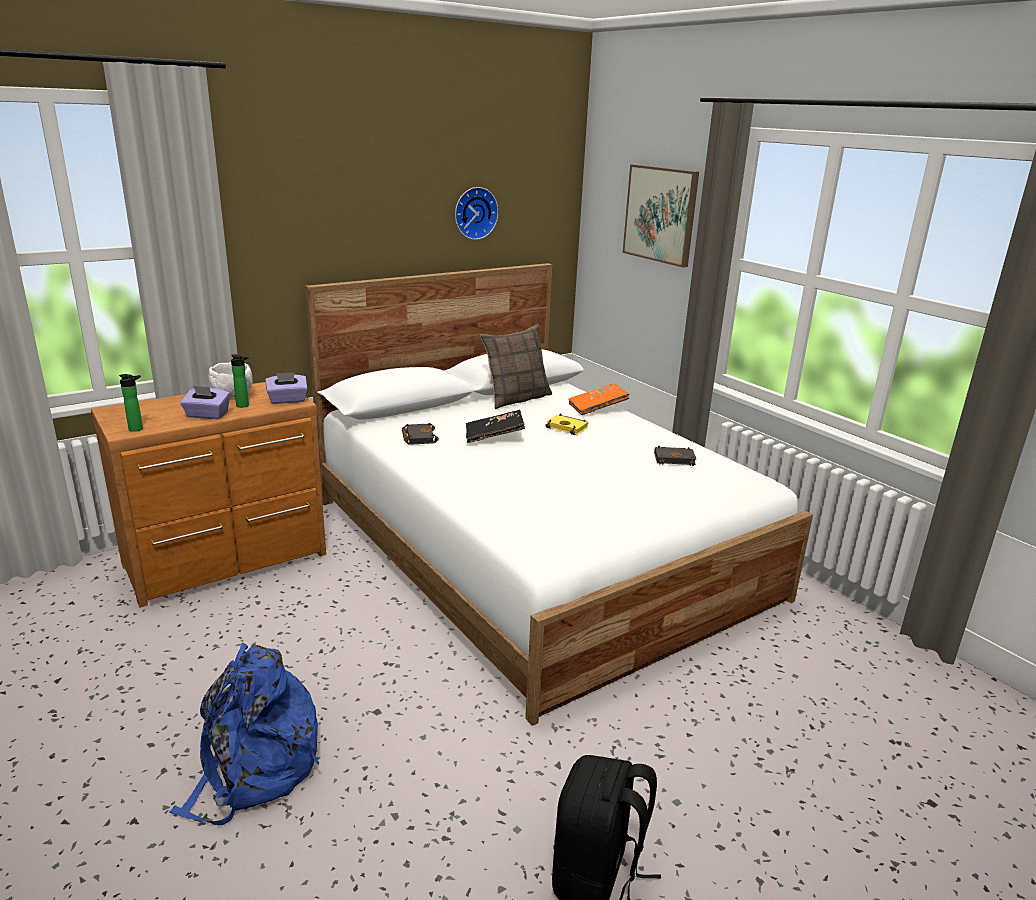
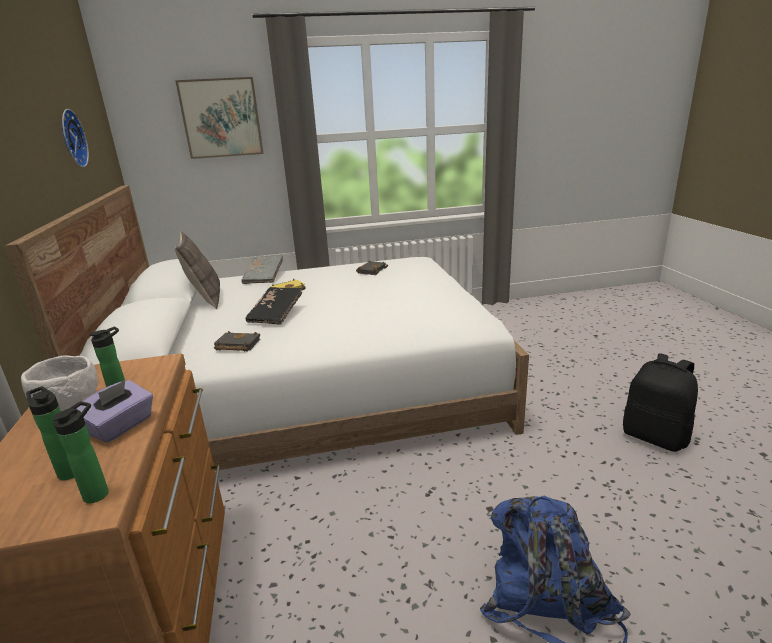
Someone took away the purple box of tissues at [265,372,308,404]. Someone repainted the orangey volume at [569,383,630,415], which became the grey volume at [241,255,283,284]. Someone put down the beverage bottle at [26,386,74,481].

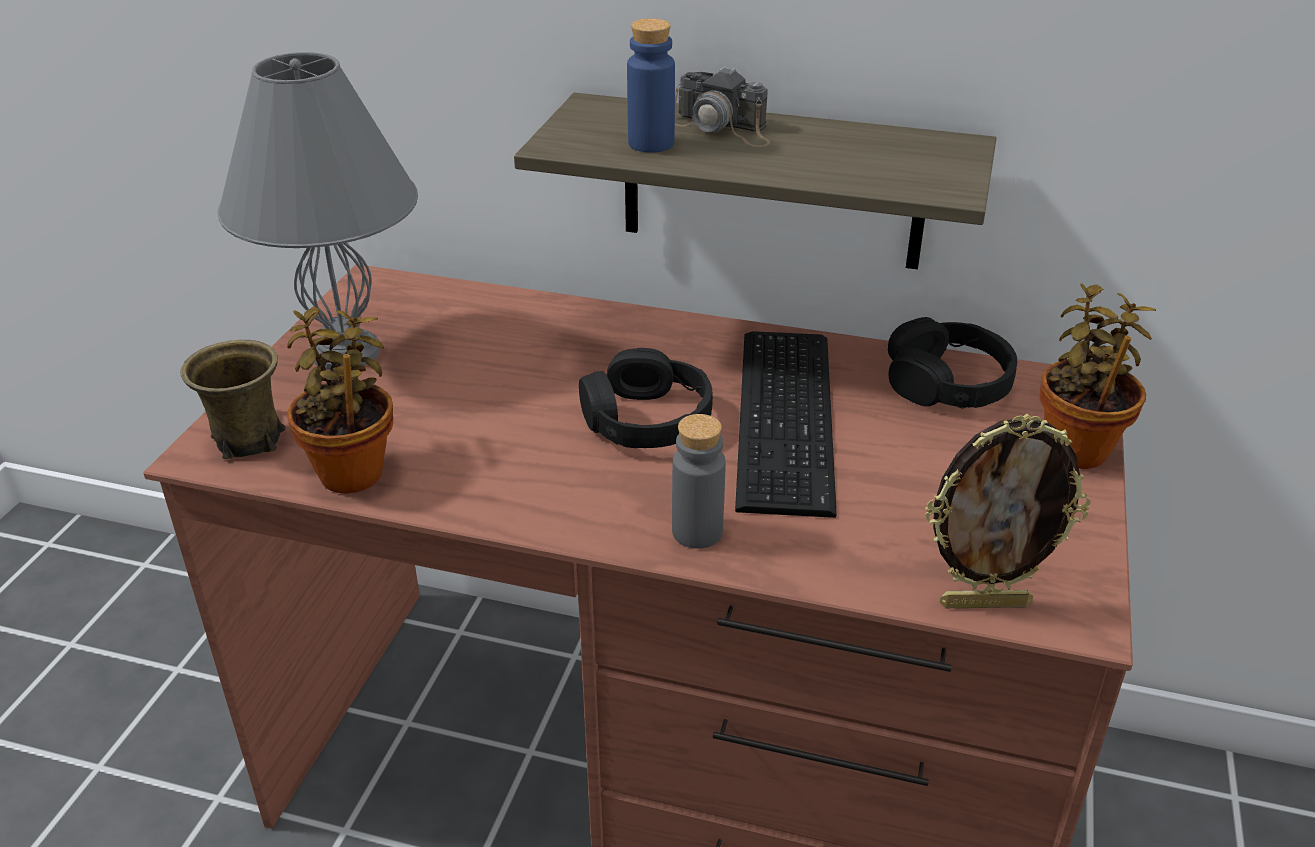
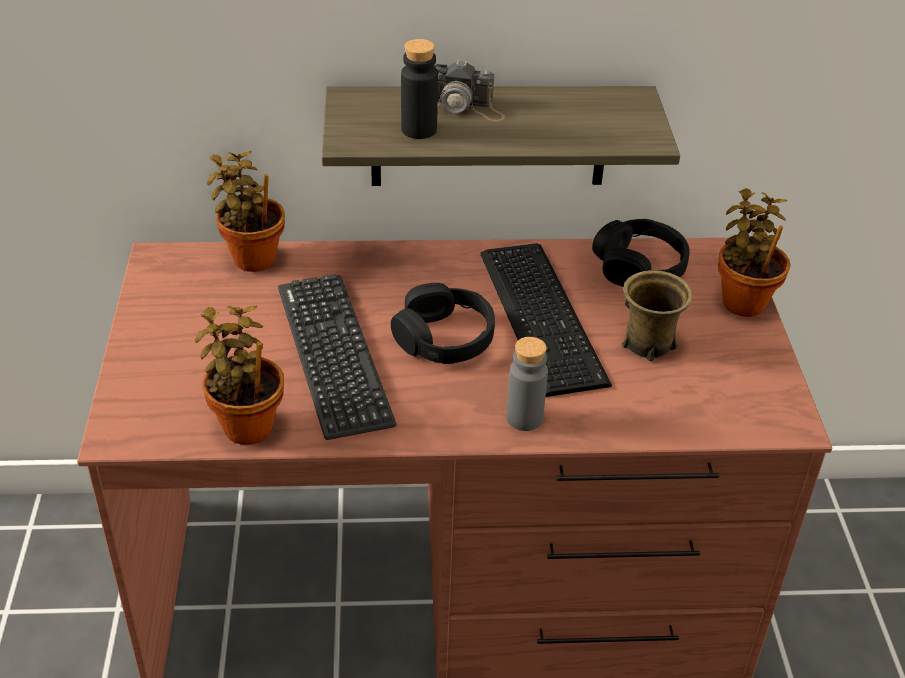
Someone repainted the blue-coloured beverage bottle at [627,18,675,153], which became the black beverage bottle at [401,39,438,139]. Someone took away the grey tabletop lamp at [217,52,418,370]. Someone carried the brown-coloured mug from [180,340,286,459] to [621,270,693,361]. Someone took away the standing frame at [925,414,1091,608]. Someone put down the potted plant at [207,151,285,272]. Someone put down the computer keyboard at [278,274,396,440].

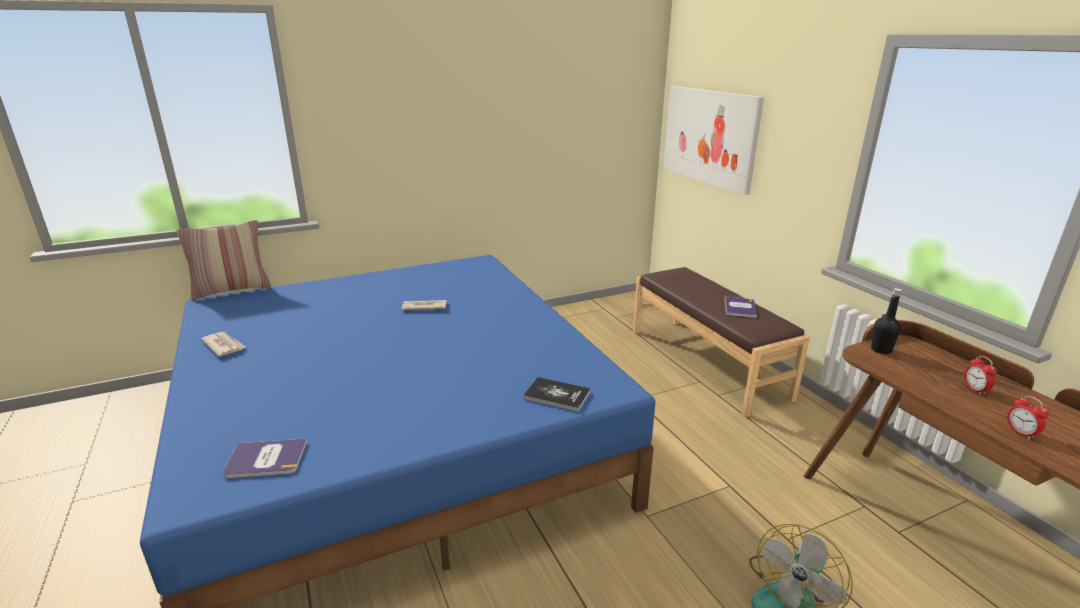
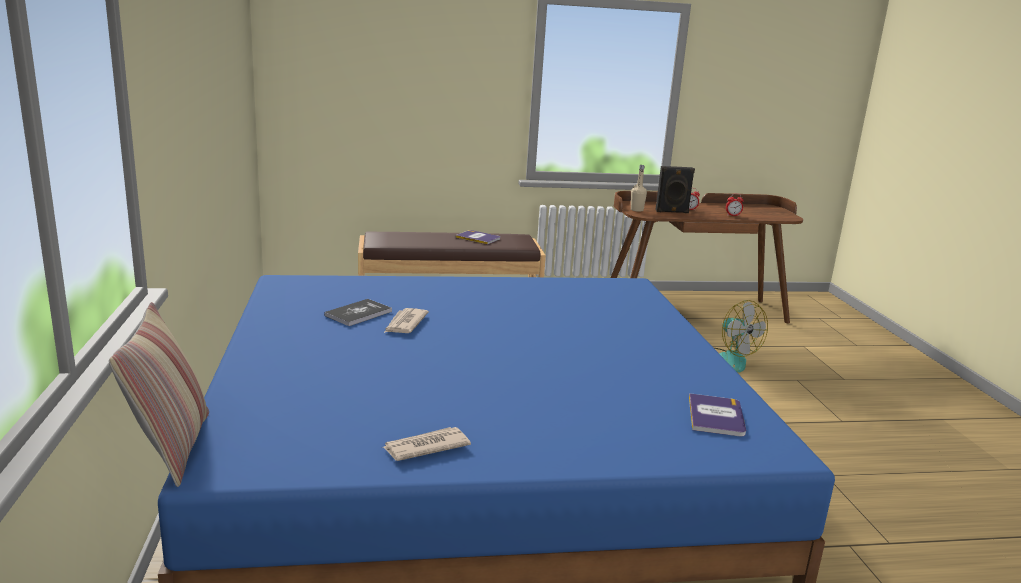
Someone took away the wall art at [663,86,764,195]. Someone repainted the black beverage bottle at [871,288,902,354], which became the beige-coloured beverage bottle at [631,165,647,212]. Someone carried the volume from [523,377,591,412] to [324,299,392,326]. Someone put down the black loudspeaker at [655,166,695,213].

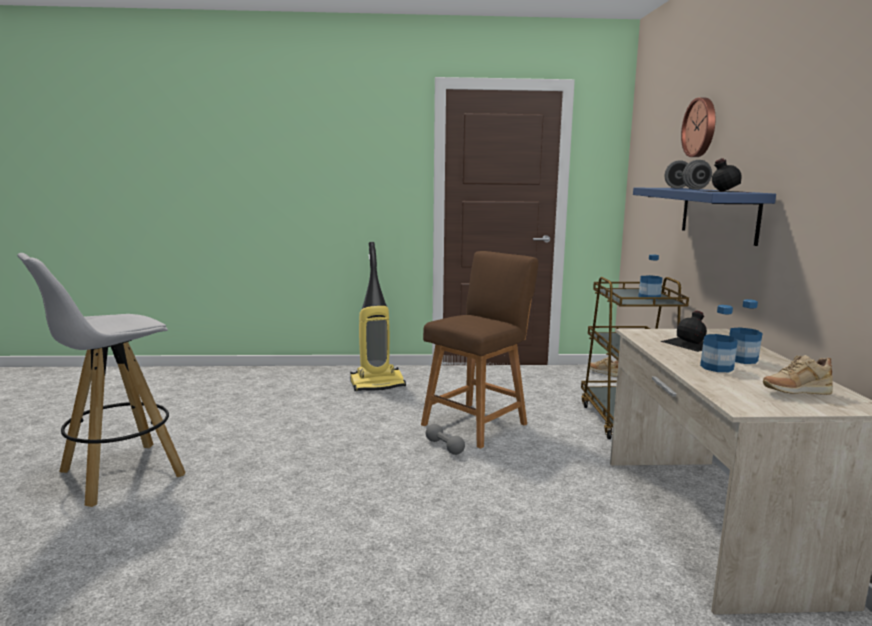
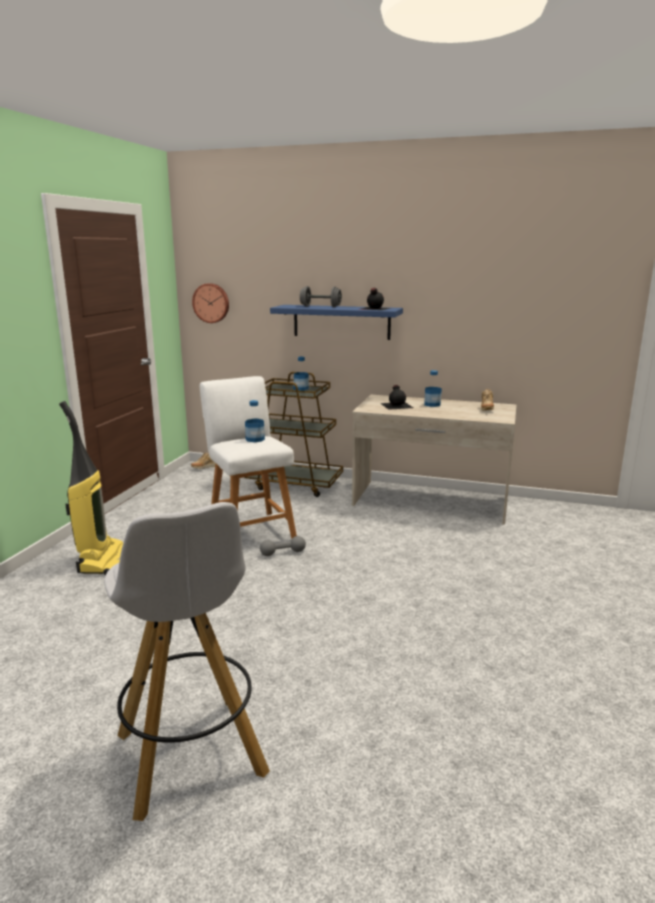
Someone carried the hanging clock from [681,97,715,157] to [192,283,229,323]. Someone repainted the brown-coloured stool seat at [421,251,538,449], which became the white-coloured stool seat at [199,376,297,539]. Someone carried the beverage bottle from [700,305,738,372] to [245,400,265,442].

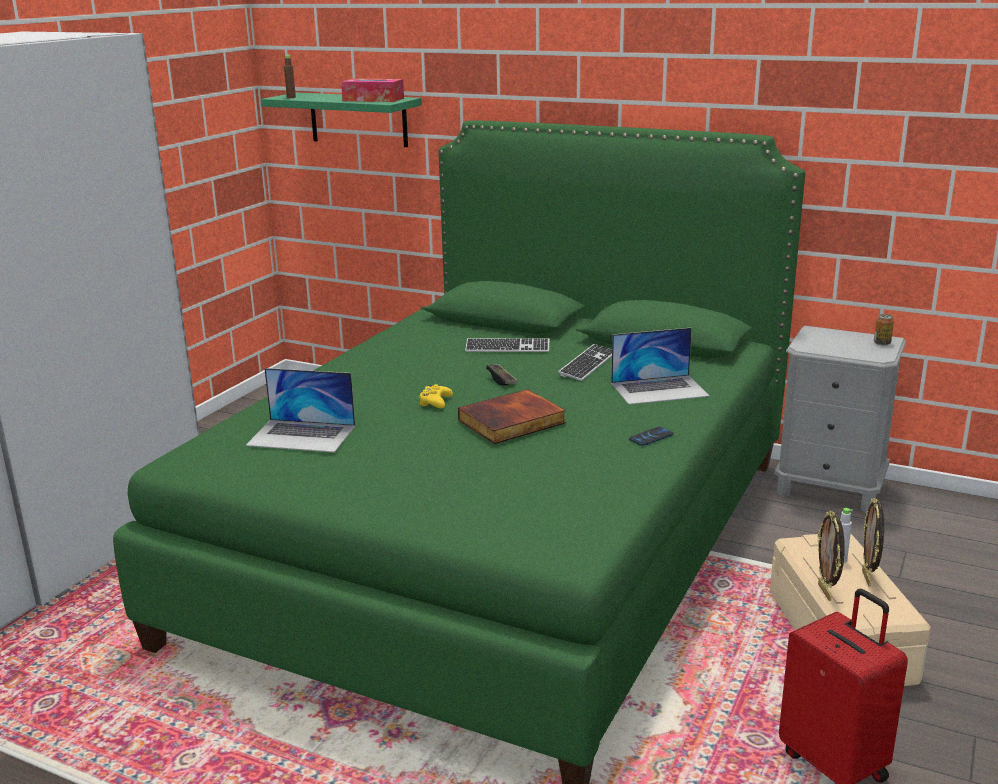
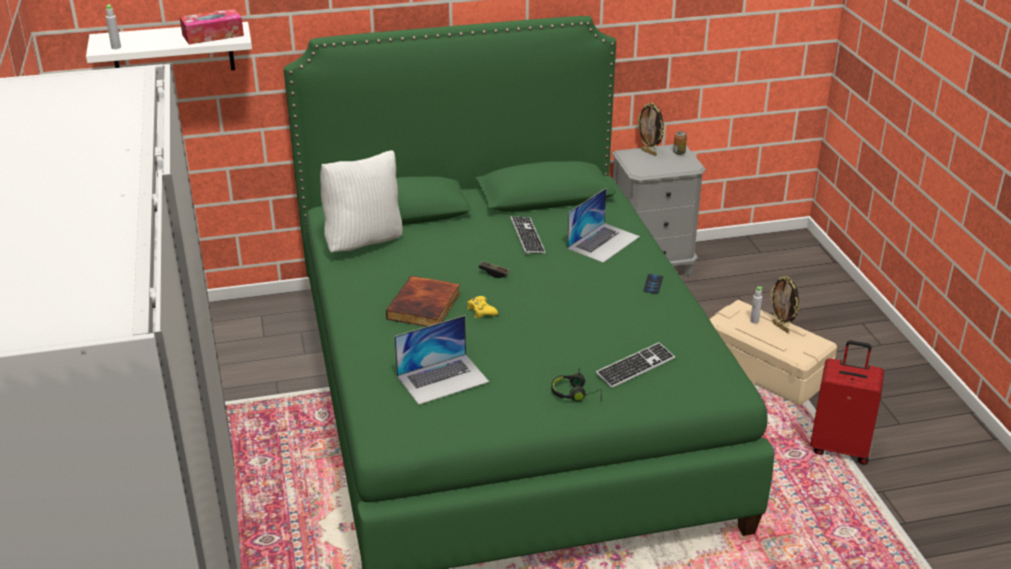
Someone repainted the brown-coloured beverage bottle at [284,55,296,98], which became the grey beverage bottle at [106,4,121,49]. Someone repainted the greenish wall shelf at [261,92,422,147], which became the white-coloured wall shelf at [86,22,252,70]. Someone carried the computer keyboard from [465,338,549,352] to [596,342,675,388]. Someone carried the volume from [458,389,566,444] to [386,276,460,327]. Someone carried the standing frame from [818,511,845,601] to [637,102,665,156]. Someone put down the white-coloured throw pillow at [320,150,402,252]. Someone put down the black headset at [551,368,602,402].

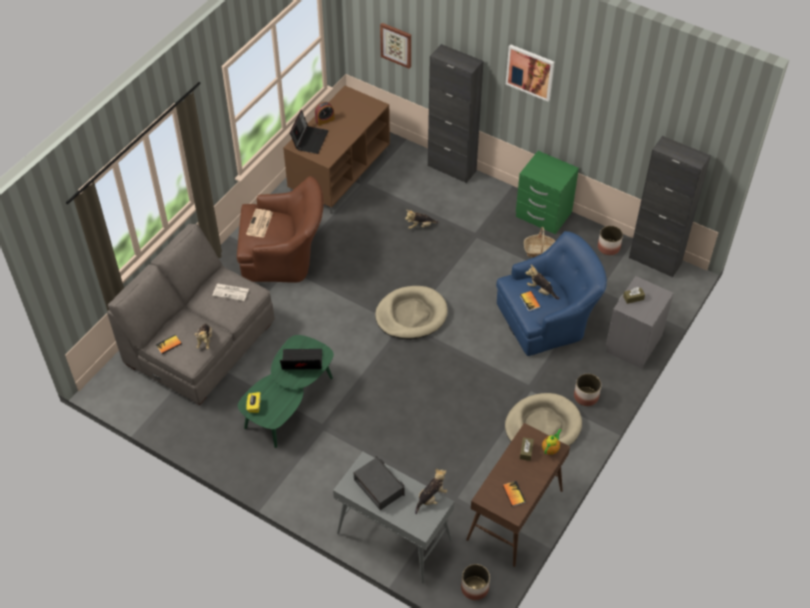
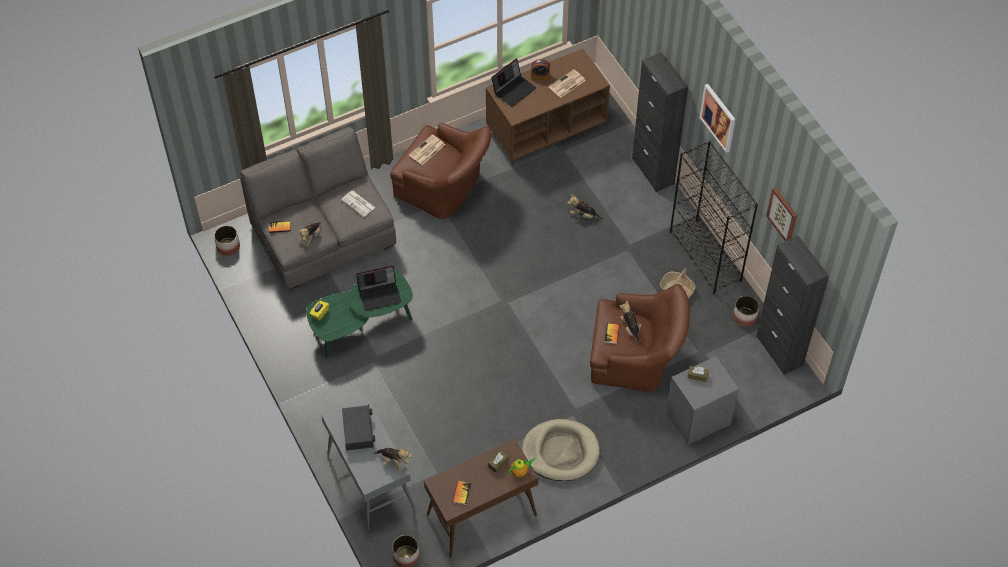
Someone carried the wall art from [380,23,411,69] to [766,187,797,241]. Someone swapped the greenish bedside table at [516,151,579,234] for the black bookcase at [670,141,758,294]. Someone repainted the blue-coloured armchair at [496,231,607,356], which became the brown-coloured armchair at [590,284,690,392]. Someone took away the beige-coloured dog bed at [375,286,448,340]. Someone rotated the portable computer at [280,349,322,370] by 135 degrees clockwise. Someone carried the planter from [574,374,601,406] to [214,225,240,256]. Someone rotated the plush toy at [415,469,447,514] by 45 degrees clockwise. Someone put down the newspaper at [549,70,586,98].

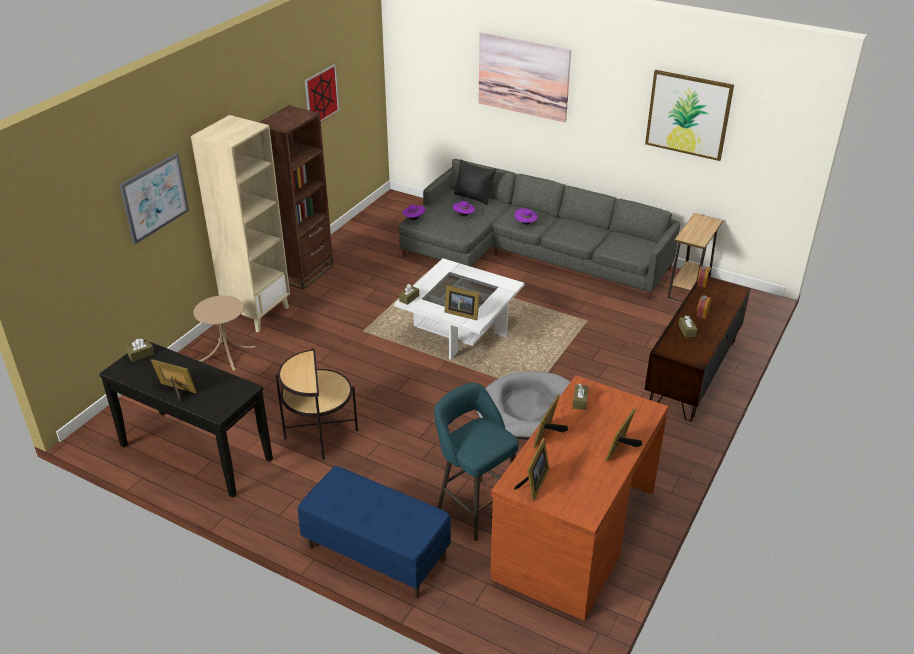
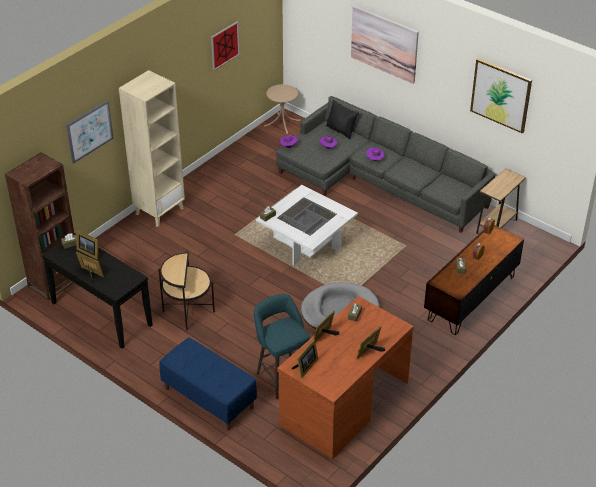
Someone carried the brown-coloured bookcase from [259,105,334,290] to [5,152,74,300]. Someone carried the standing frame from [445,285,480,320] to [76,230,98,260]. Someone carried the beige-coloured accent table from [193,295,255,371] to [264,84,301,134].

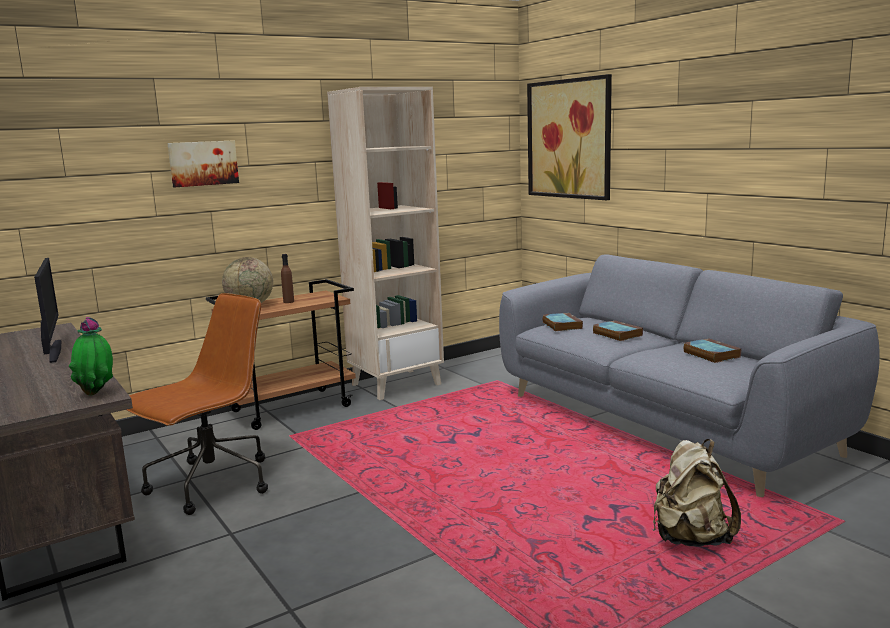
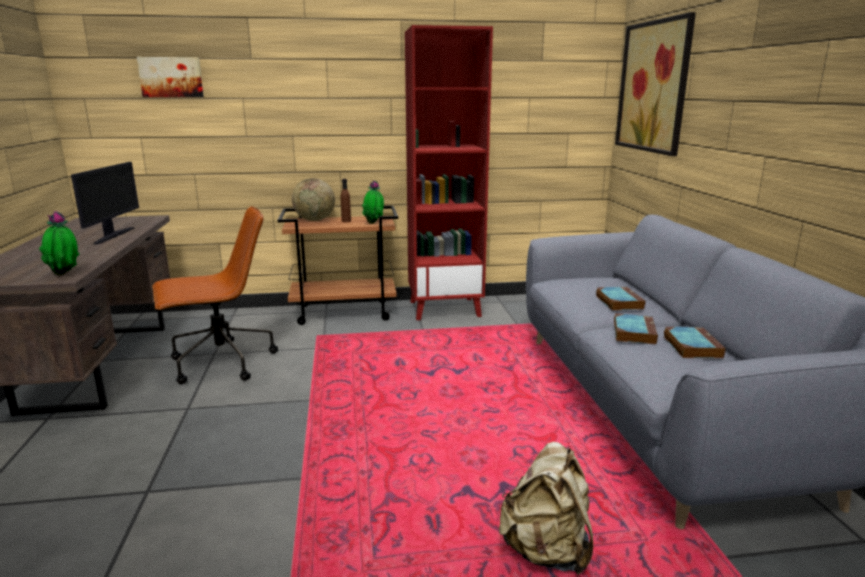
Someone repainted the beige-coloured bookcase at [327,87,444,400], which became the red-coloured bookcase at [405,25,493,320]. Someone carried the wall art from [168,140,239,187] to [137,57,204,97]. Someone carried the volume from [542,312,583,331] to [614,313,658,345]. Someone put down the potted plant at [362,180,384,224].

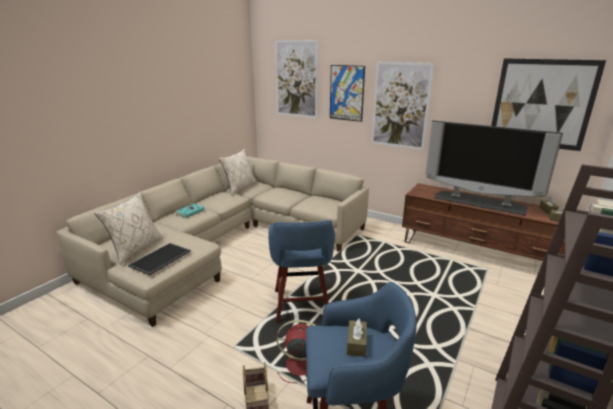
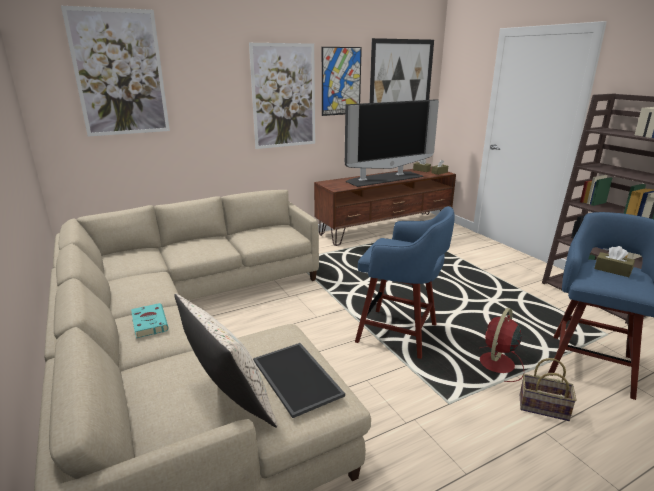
Someone carried the wall art from [330,65,365,122] to [322,47,362,116]. Someone took away the beige-coloured throw pillow at [218,148,257,195].

